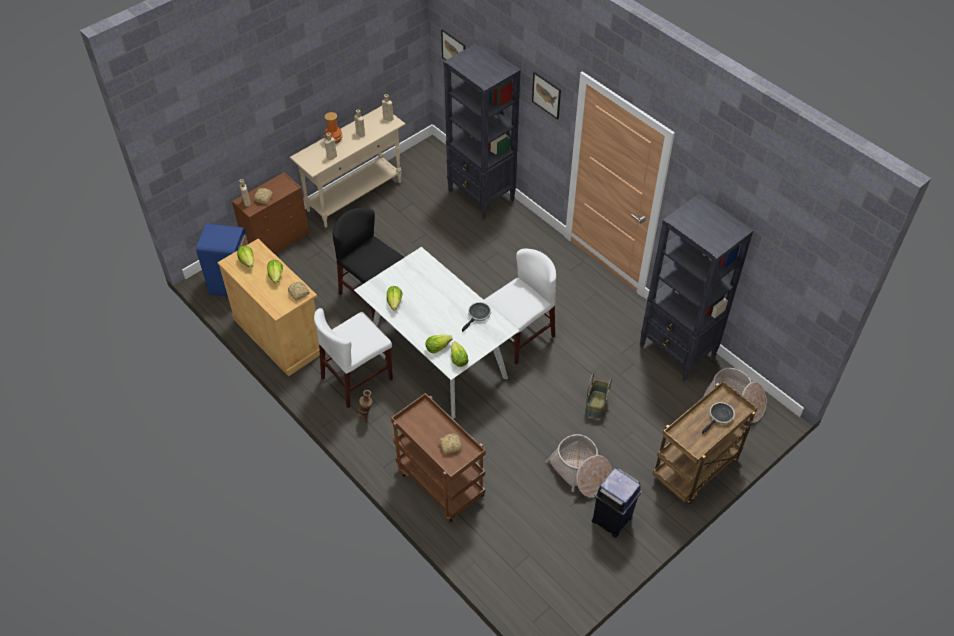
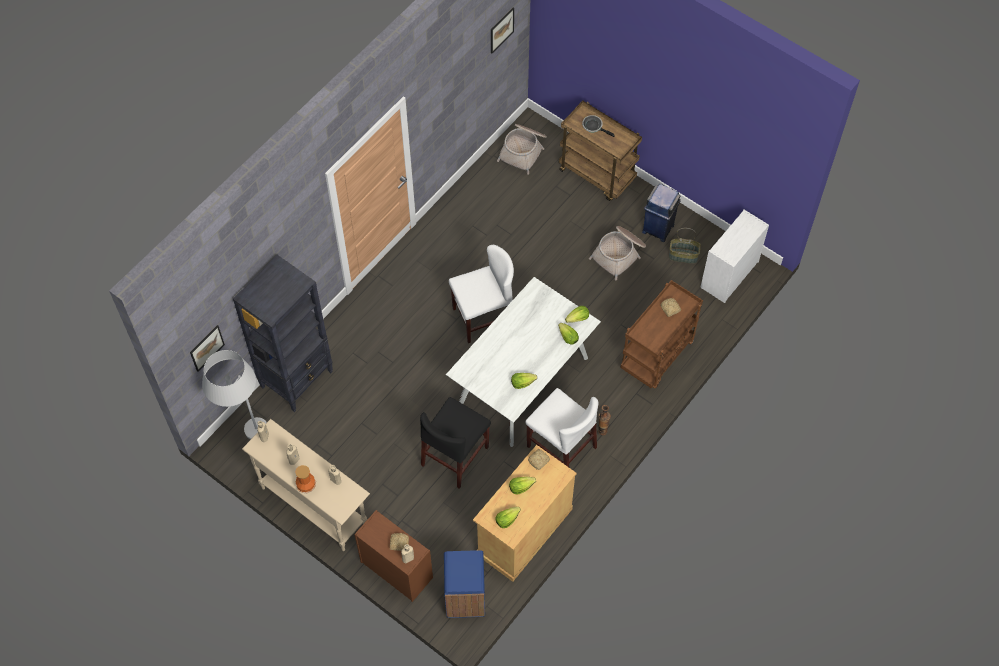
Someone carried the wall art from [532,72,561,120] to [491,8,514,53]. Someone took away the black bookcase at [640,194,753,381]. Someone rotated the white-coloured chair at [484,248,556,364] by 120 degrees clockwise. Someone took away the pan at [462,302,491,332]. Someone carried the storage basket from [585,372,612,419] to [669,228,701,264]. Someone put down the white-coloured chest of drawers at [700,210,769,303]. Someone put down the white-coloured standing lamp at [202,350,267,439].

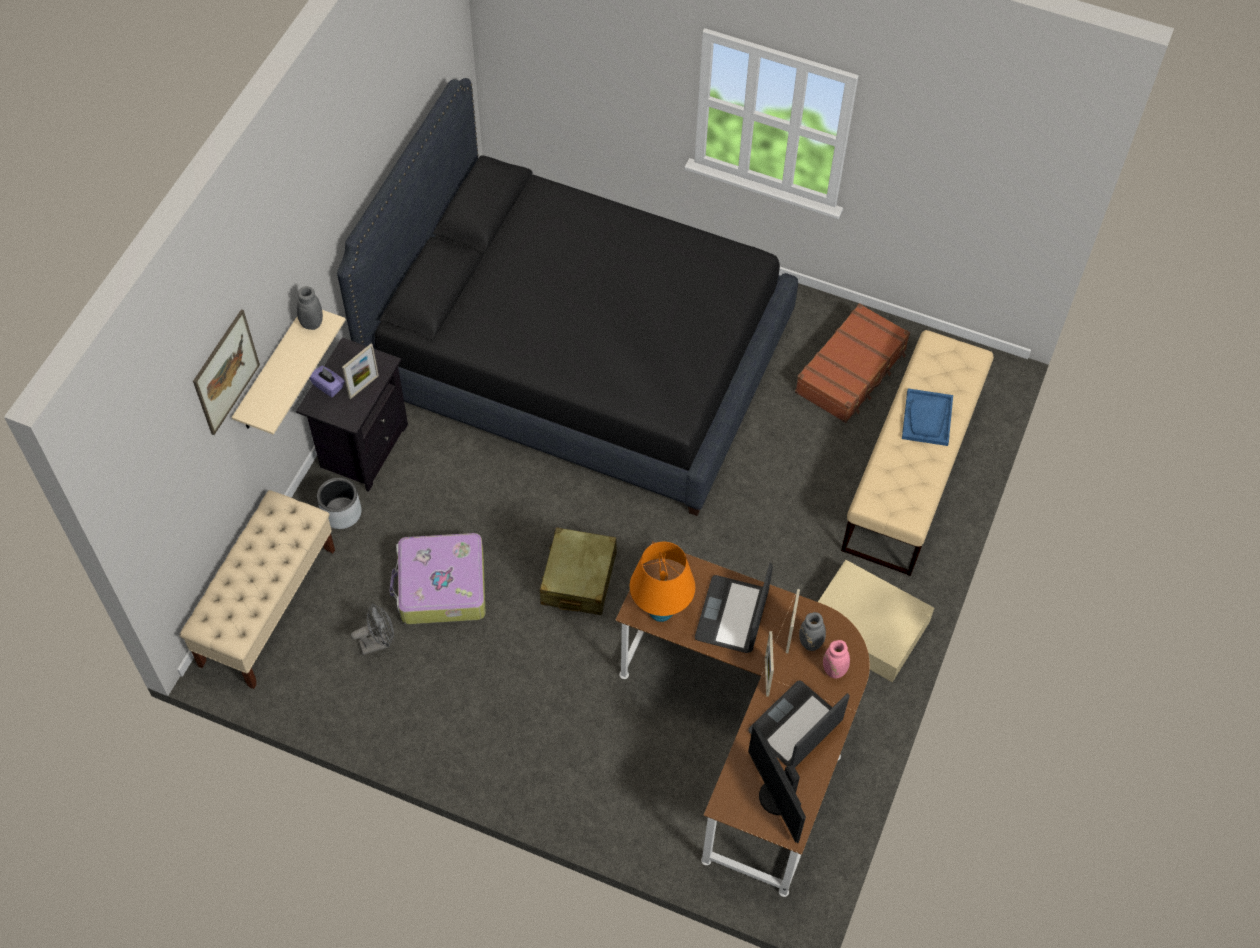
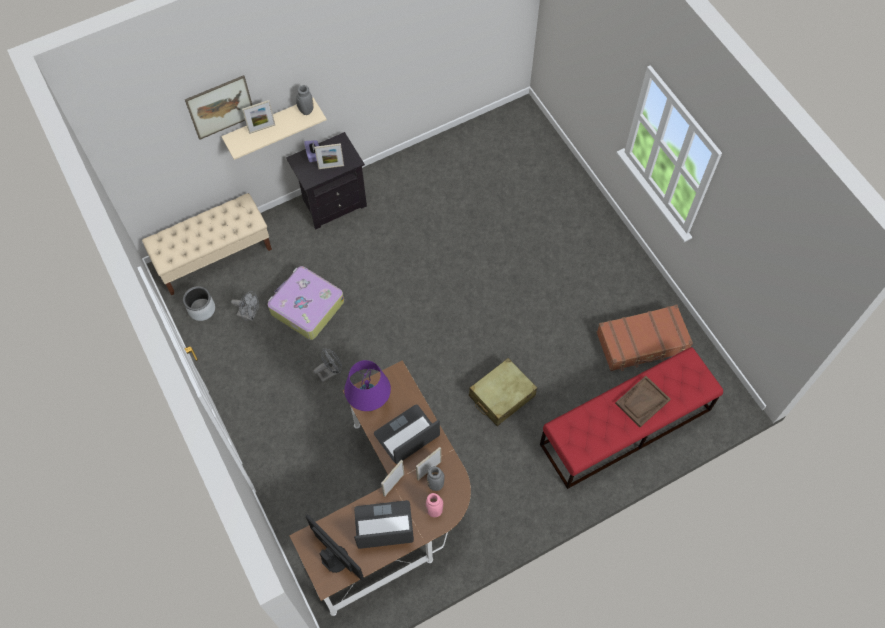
Someone took away the black bed at [337,78,798,516]. Someone repainted the beige-coloured long seat at [841,330,994,576], which became the red-coloured long seat at [540,347,723,489]. Someone repainted the blue-coloured tray at [902,388,953,446], which became the brown-coloured tray at [615,376,671,427]. Someone carried the grey planter from [317,478,361,529] to [183,286,215,321]. Someone carried the beige-coloured piece of luggage from [540,527,617,615] to [469,358,537,426]. Someone repainted the orangey tabletop lamp at [630,542,695,622], which became the purple tabletop lamp at [344,360,391,411]. Someone took away the beige-coloured storage container at [818,560,934,682]. Someone rotated the computer screen at [748,724,806,843] by 120 degrees clockwise. Someone put down the standing frame at [242,100,275,134]. Someone put down the grey cooling fan at [314,348,342,382].

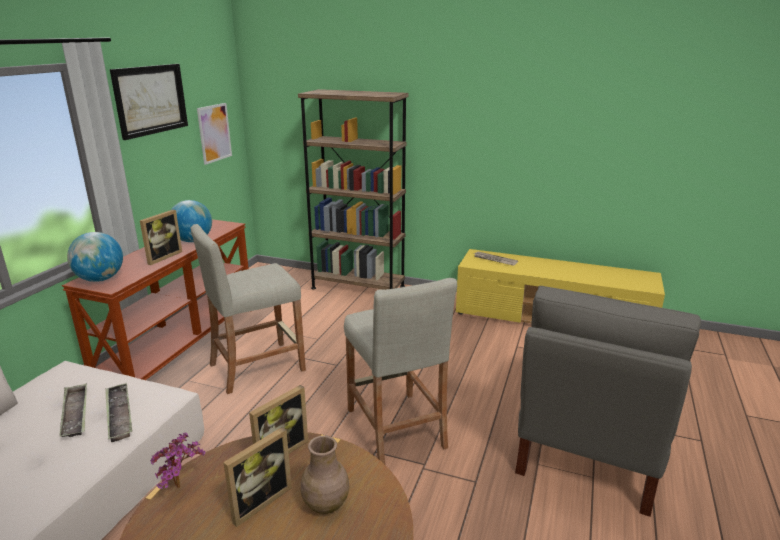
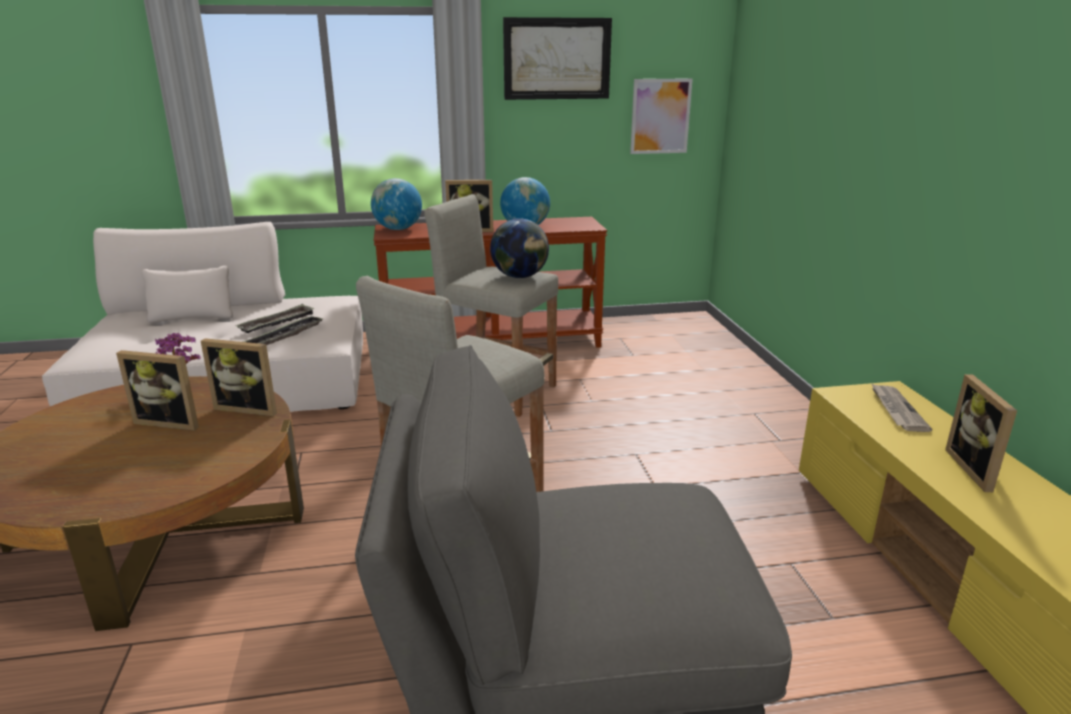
Someone took away the brown-coloured bookcase at [298,89,409,290]. Someone took away the brown-coloured flower vase at [301,435,349,514]. Someone put down the desk globe at [490,218,549,278]. Someone put down the standing frame at [945,374,1017,492].

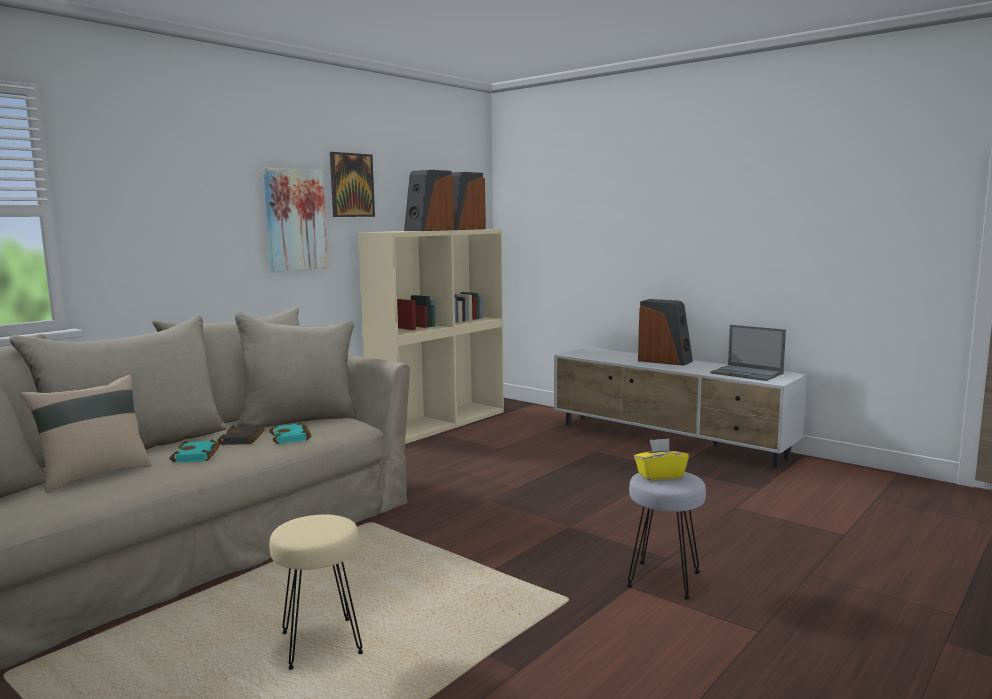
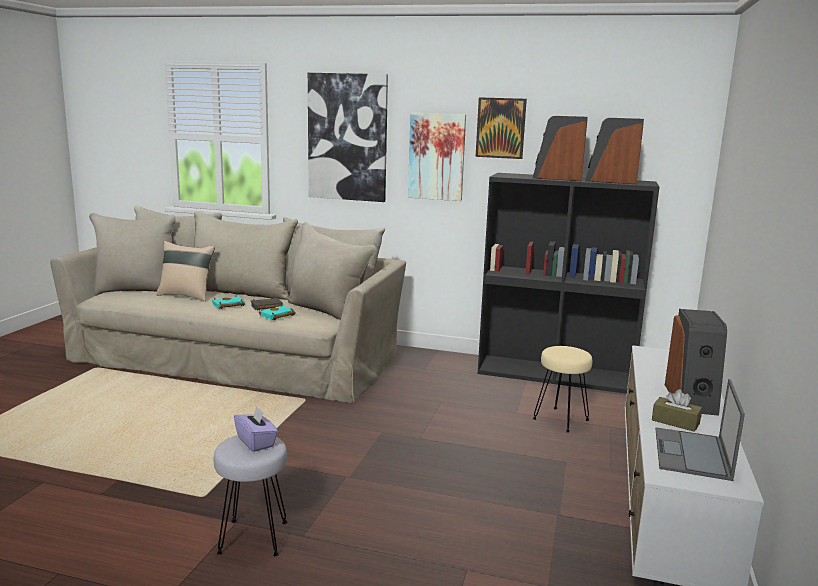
Someone repainted the beige-coloured bookcase at [358,229,504,444], which became the black bookcase at [478,173,659,394]. Someone repainted the yellow-coloured box of tissues at [634,438,689,480], which became the purple box of tissues at [234,406,278,452]. Someone carried the beige-coloured stool seat from [269,515,363,670] to [533,346,592,432]. Someone put up the wall art at [308,73,388,202]. Someone put down the brown-coloured box of tissues at [652,389,702,432].

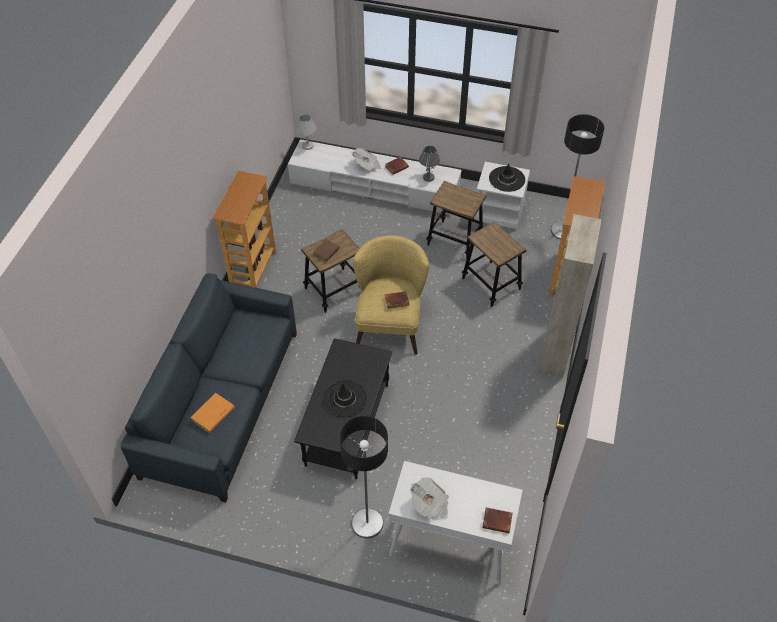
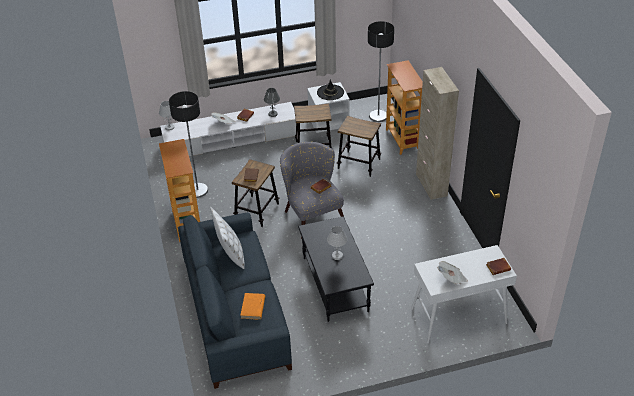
Someone repainted the yellow-coloured armchair at [353,235,429,355], which became the grey armchair at [280,142,344,239]. Someone swapped the black clothing hat at [323,380,367,417] for the white-coloured tabletop lamp at [327,226,348,260]. Someone carried the standing lamp from [340,416,388,539] to [169,91,208,198]. Someone put down the white-coloured throw pillow at [210,207,245,269].

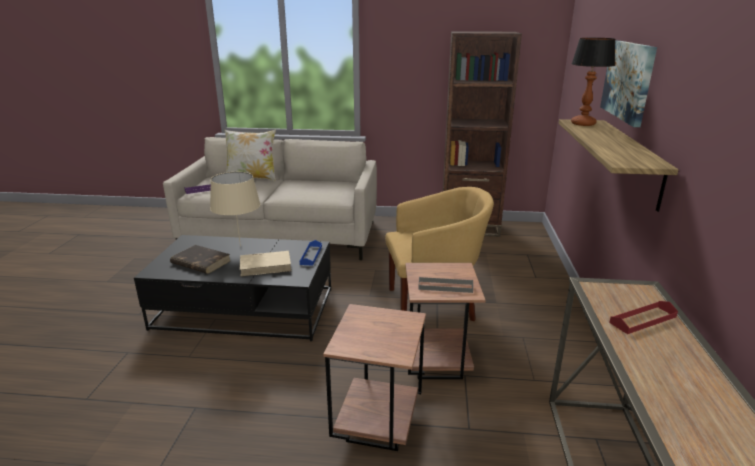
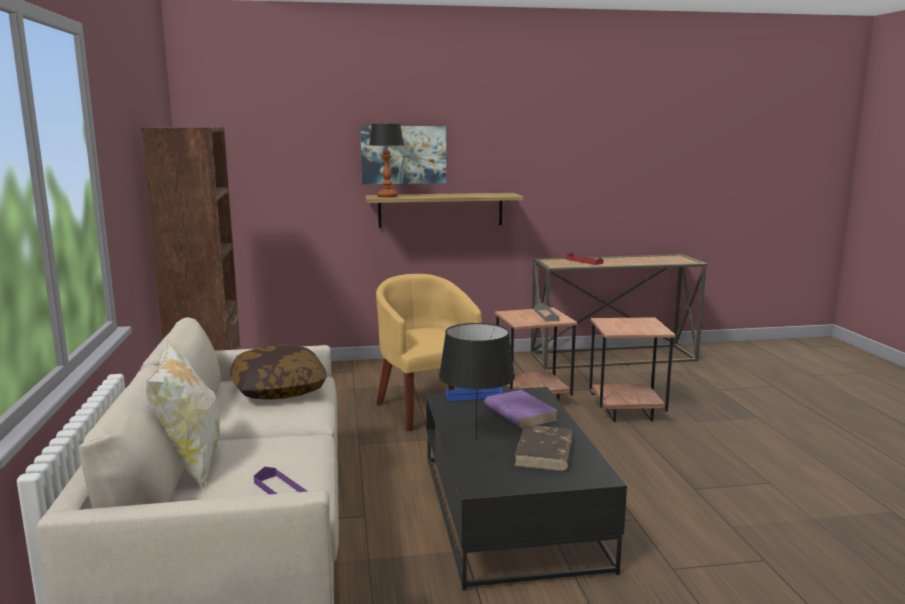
Someone repainted the beige-coloured tabletop lamp at [210,172,261,247], which became the black tabletop lamp at [439,323,515,440]. Someone repainted the beige-coloured volume at [240,251,291,277], which became the purple volume at [484,390,558,428]. Someone put down the throw pillow at [230,345,327,400].

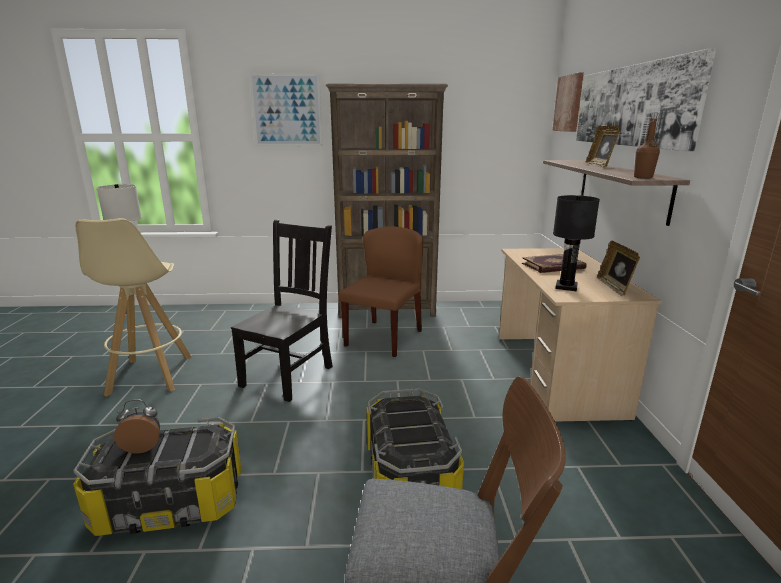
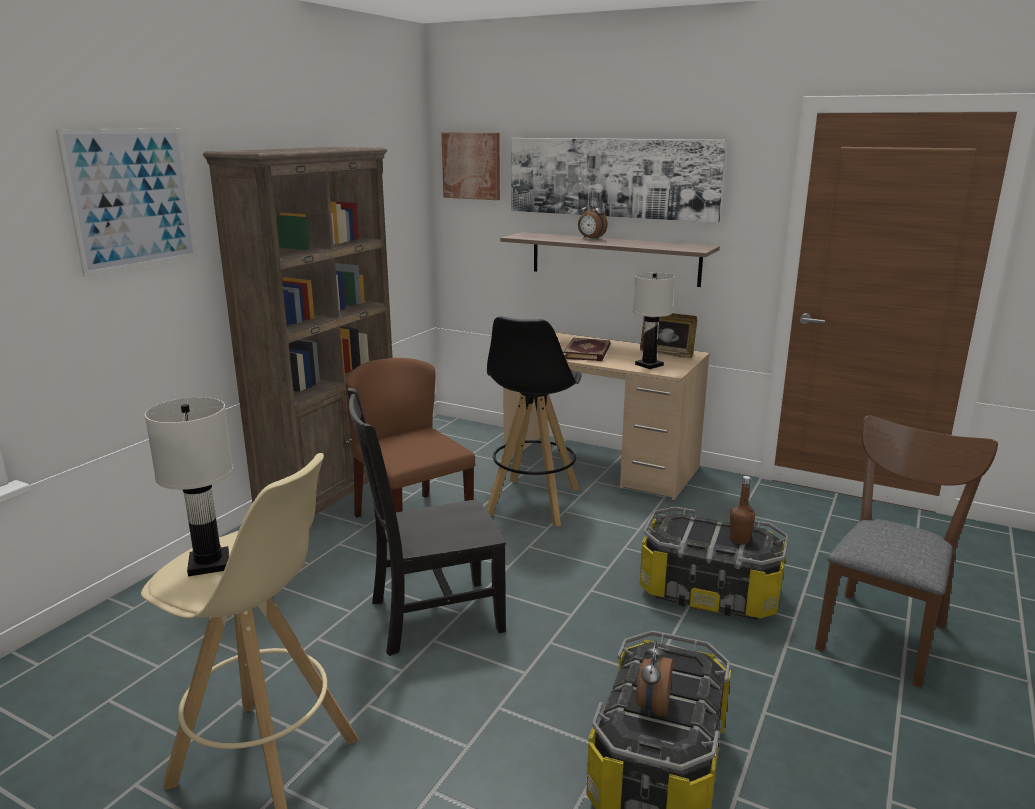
Someone carried the brown-coloured beverage bottle from [634,113,660,178] to [729,476,755,544]. Someone swapped the standing frame at [586,126,620,168] for the table clock at [578,199,608,240]. Someone repainted the black tabletop lamp at [553,195,600,291], which became the white-coloured tabletop lamp at [633,272,675,369]. Someone rotated the black chair at [231,219,333,402] by 75 degrees counterclockwise. Someone put down the black stool seat at [486,316,582,526].

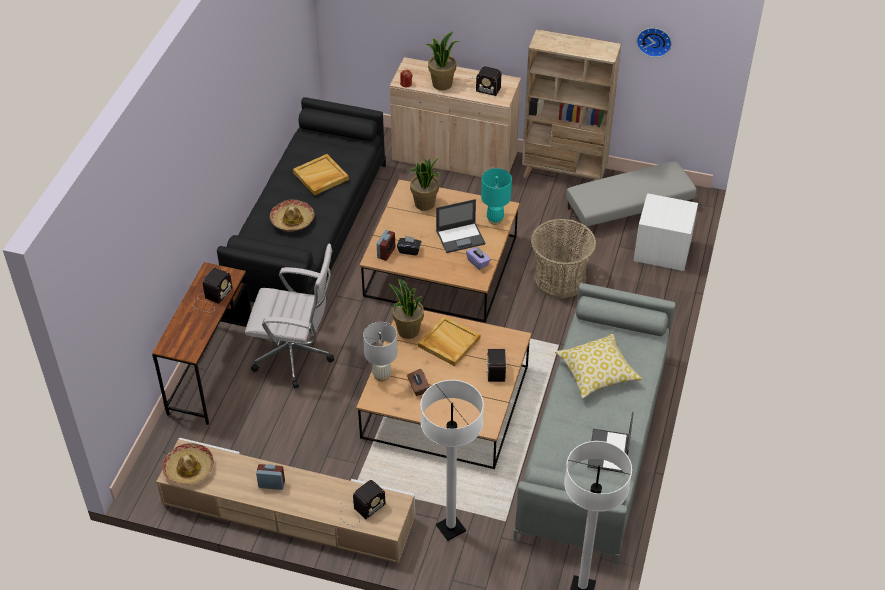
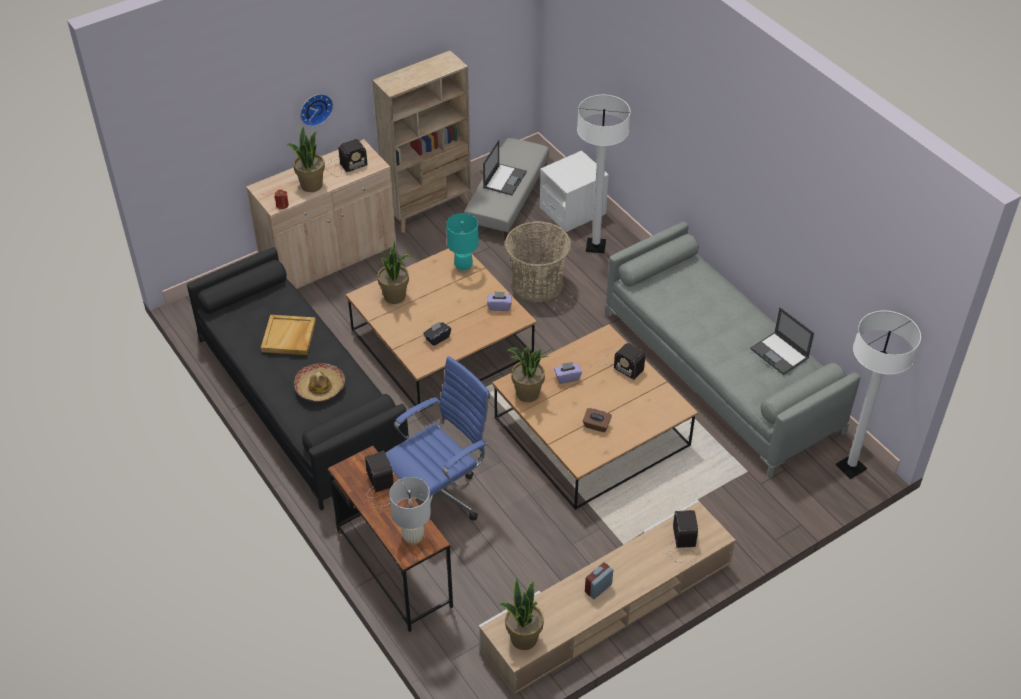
Someone carried the hanging clock from [637,28,672,57] to [300,94,333,127]. Someone carried the portable computer from [436,199,485,253] to [483,140,527,195]. Someone took away the table clock at [377,230,395,261]. Someone repainted the white-coloured office chair at [245,244,334,389], which became the blue-coloured office chair at [386,356,490,521]. Someone swapped the beige-coloured tray at [418,316,480,366] for the purple box of tissues at [554,362,582,384]. Someone carried the white-coloured tabletop lamp from [363,322,398,381] to [389,477,431,545]. Someone took away the throw pillow at [555,334,642,399]. Someone carried the white-coloured standing lamp from [421,380,484,541] to [577,95,630,253]. Someone swapped the clothing hat at [162,443,214,485] for the potted plant at [499,578,544,650].

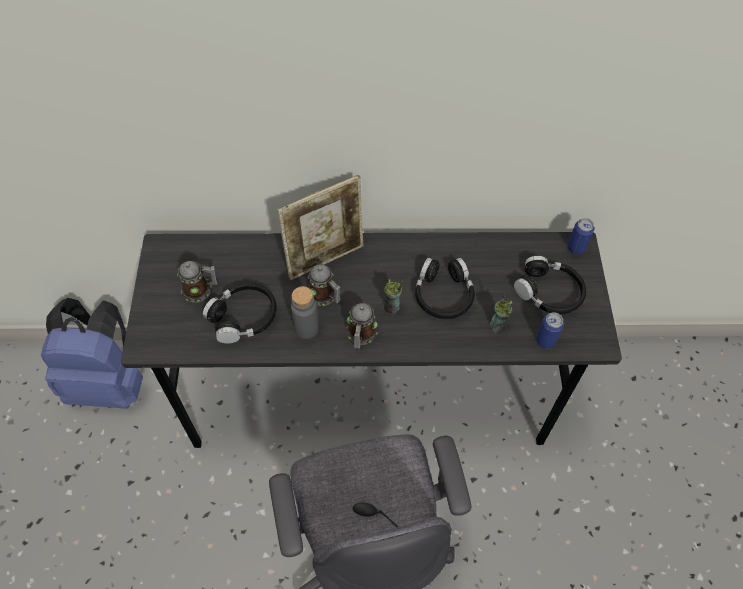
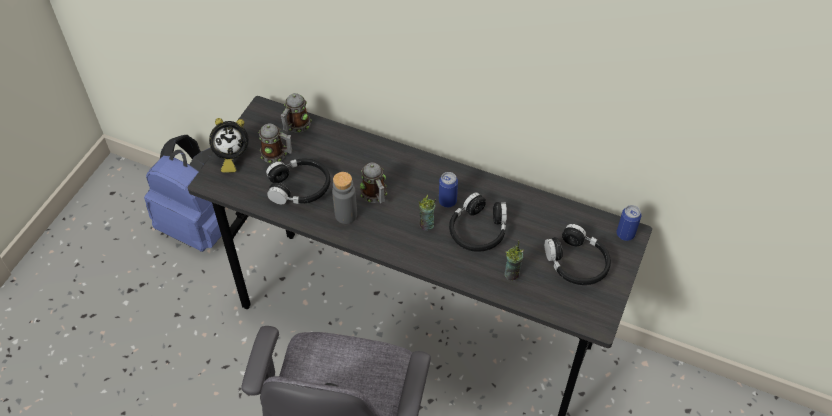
Someone took away the standing frame at [277,175,363,280]. Someone carried the mug from [347,303,378,349] to [280,93,312,133]. Someone carried the can from [536,312,564,348] to [439,172,458,208]. Someone put down the table clock at [209,118,249,173].

